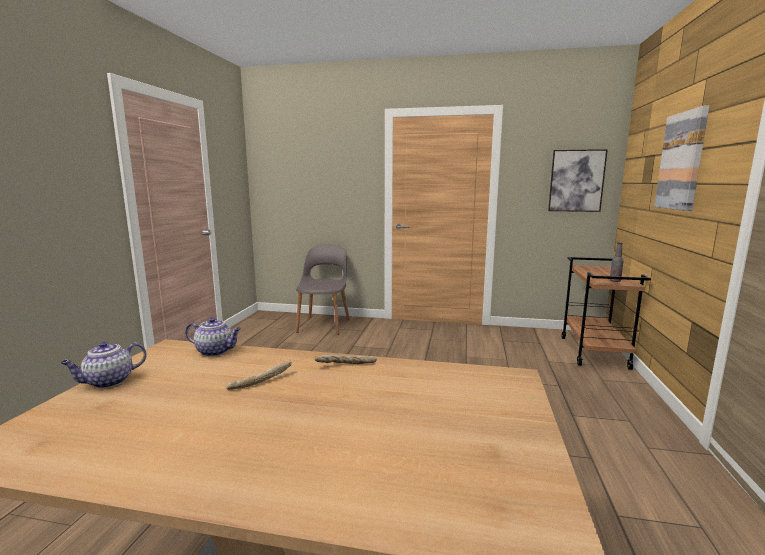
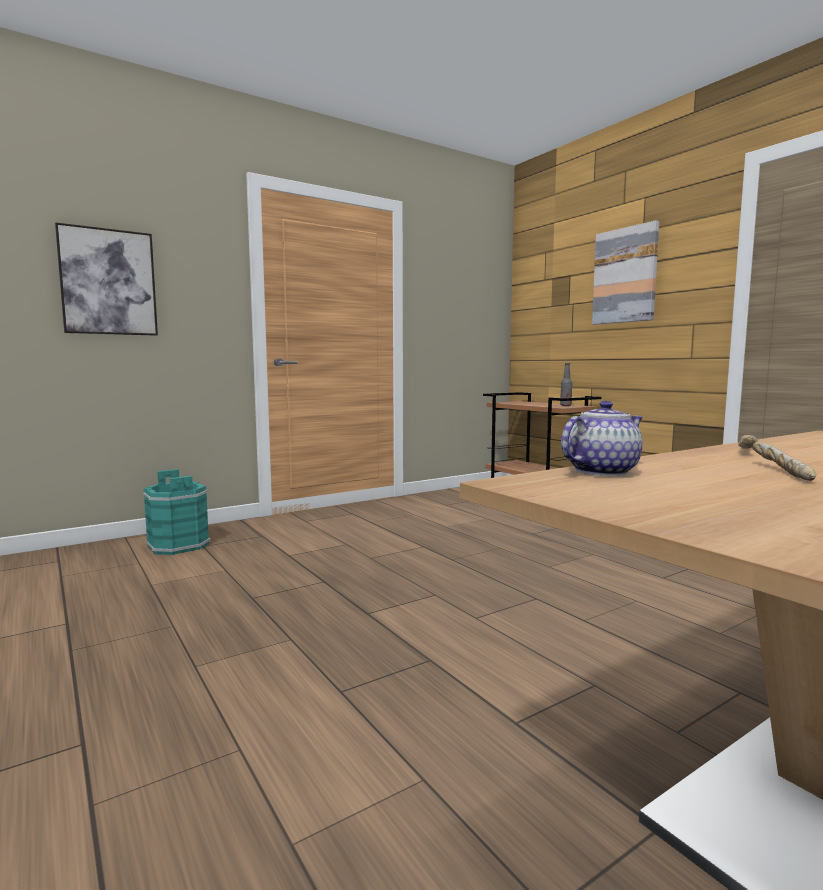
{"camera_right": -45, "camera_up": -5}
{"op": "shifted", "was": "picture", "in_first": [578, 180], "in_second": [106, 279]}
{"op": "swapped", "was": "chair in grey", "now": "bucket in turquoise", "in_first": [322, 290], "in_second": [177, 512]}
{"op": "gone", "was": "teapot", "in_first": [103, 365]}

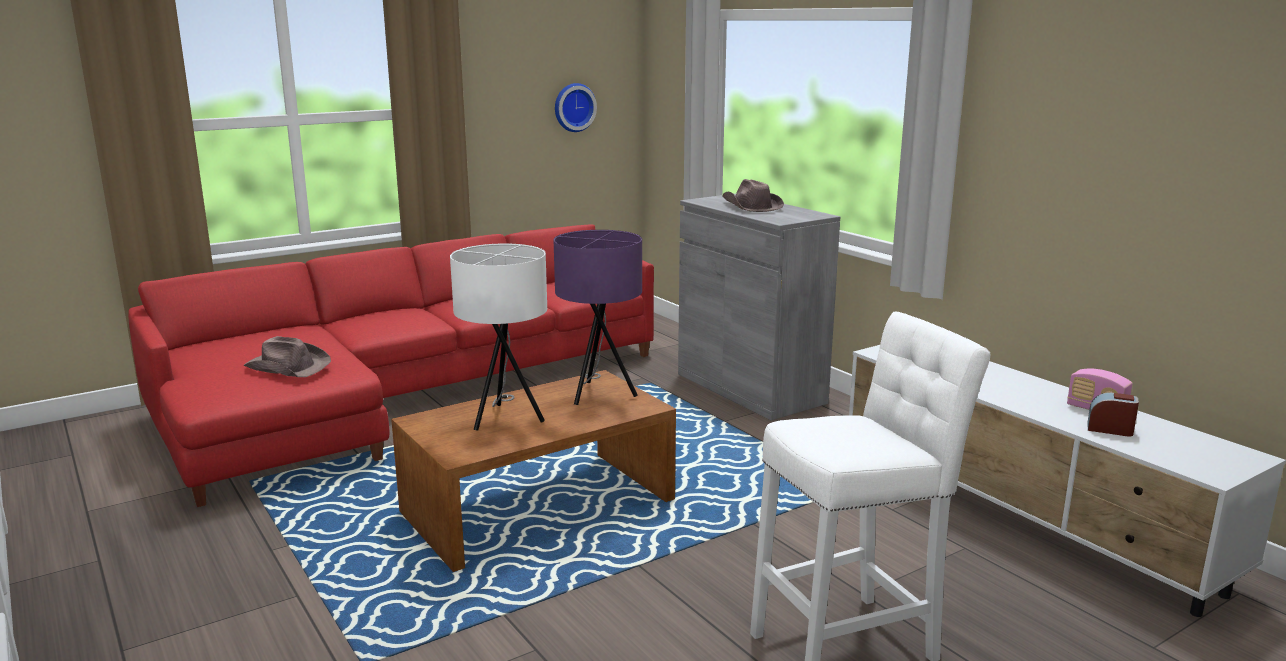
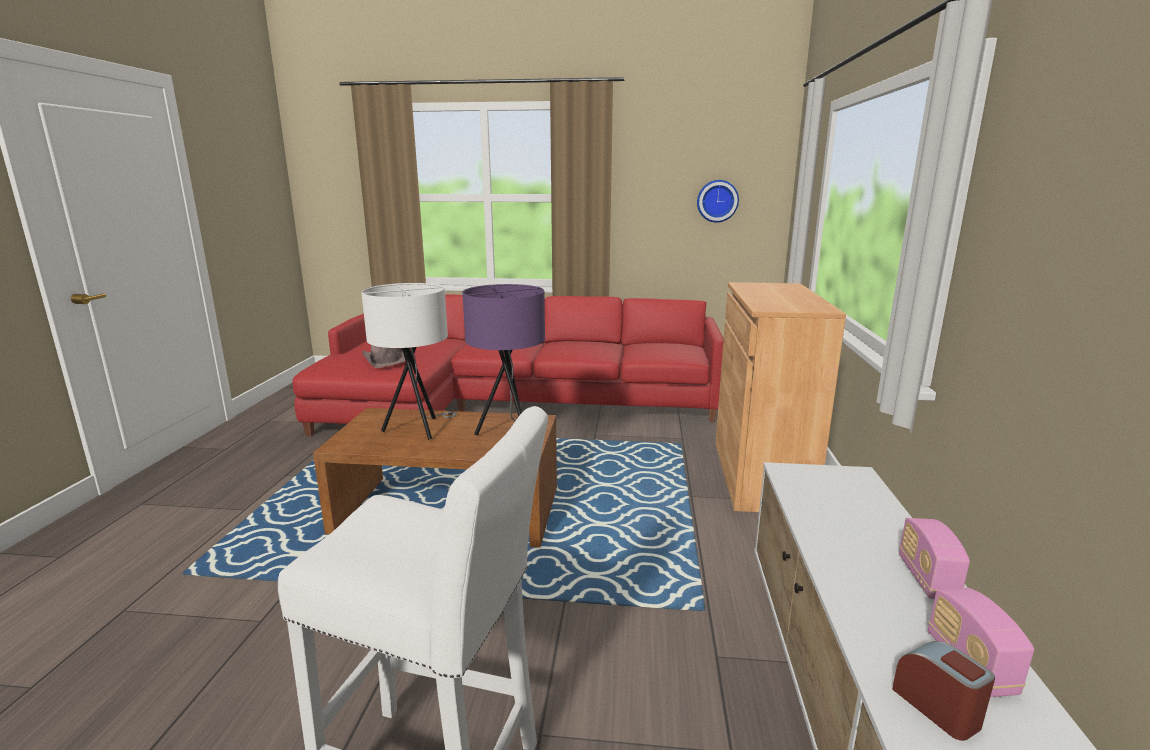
{"camera_right": 40, "camera_up": 0}
{"op": "gone", "was": "hat in brown", "in_first": [753, 195]}
{"op": "repainted", "was": "cabinet in grey", "now": "cabinet in brown", "in_first": [759, 307], "in_second": [780, 397]}
{"op": "new", "now": "radio", "in_second": [934, 558]}

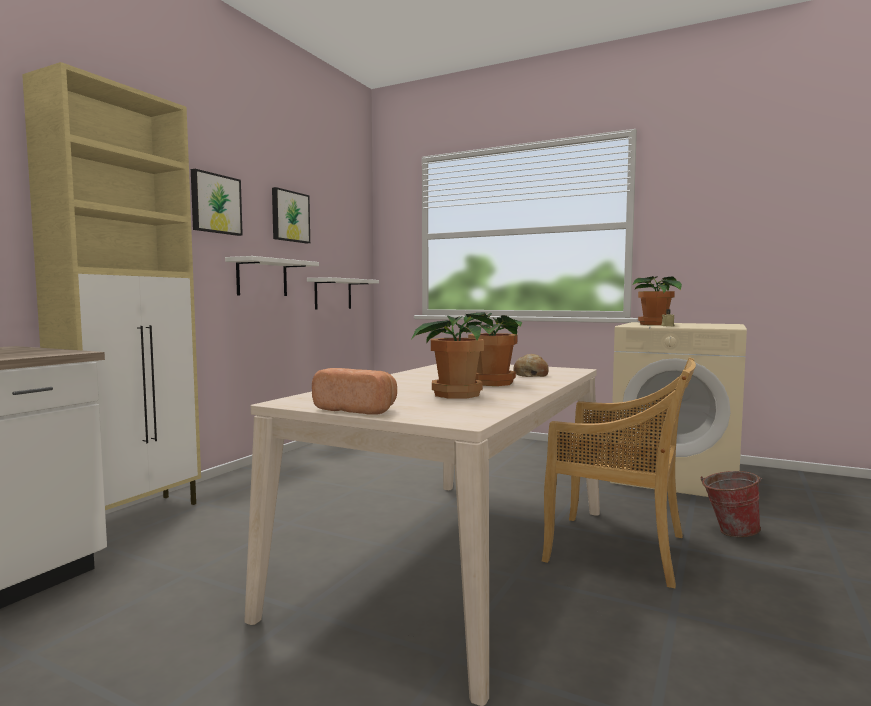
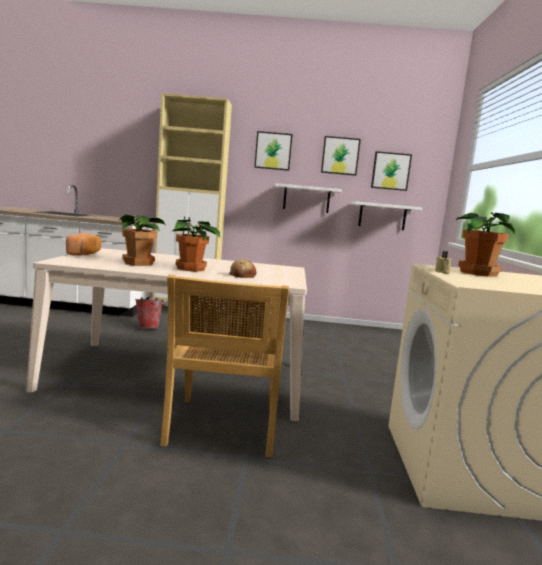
{"camera_right": 65, "camera_up": 5}
{"op": "shifted", "was": "bucket", "in_first": [731, 504], "in_second": [150, 313]}
{"op": "new", "now": "picture", "in_second": [391, 171]}

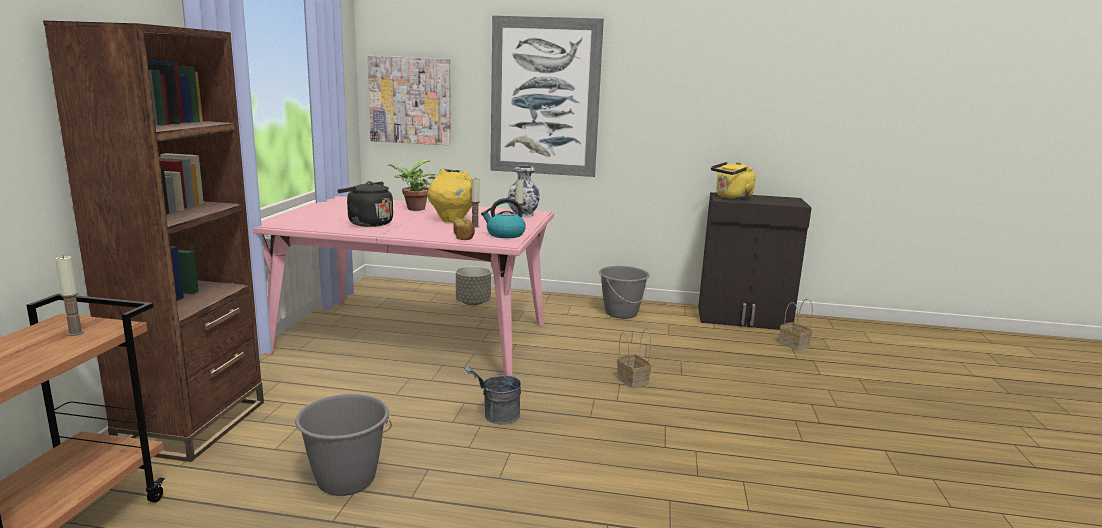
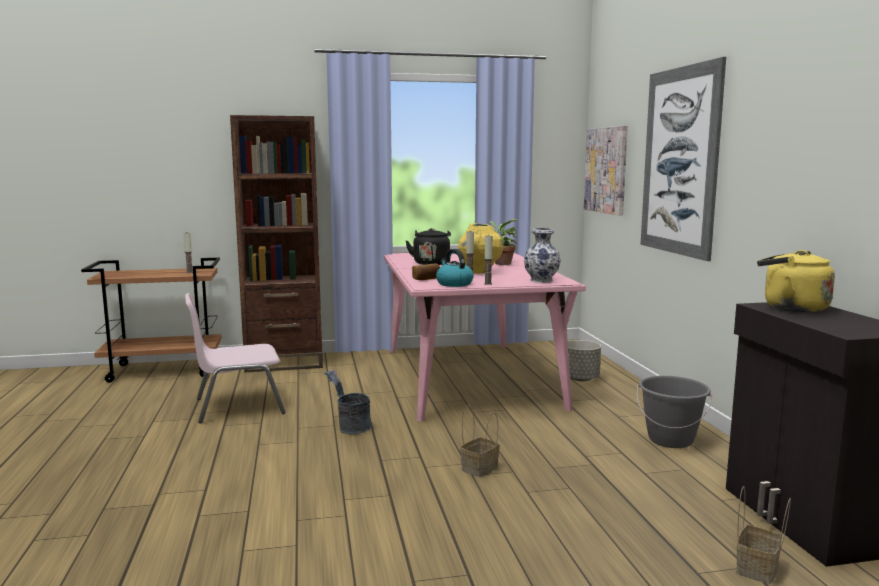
{"camera_right": 70, "camera_up": -5}
{"op": "swapped", "was": "bucket in grey", "now": "chair in pink", "in_first": [343, 445], "in_second": [235, 358]}

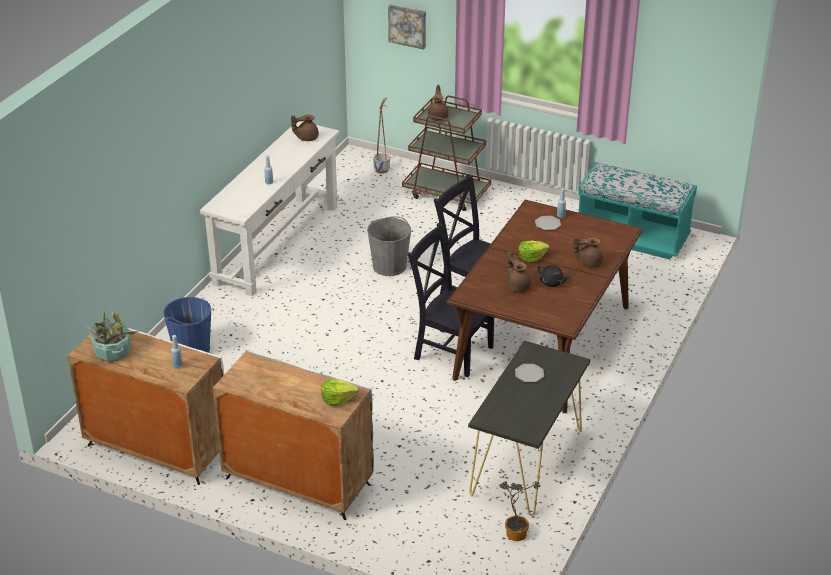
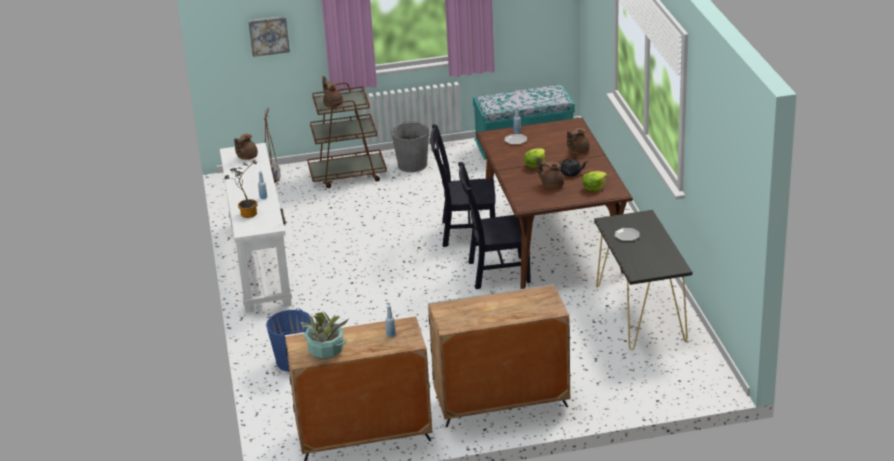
{"camera_right": -35, "camera_up": -5}
{"op": "shifted", "was": "bucket in grey", "in_first": [389, 246], "in_second": [410, 146]}
{"op": "shifted", "was": "lettuce", "in_first": [340, 392], "in_second": [594, 181]}
{"op": "shifted", "was": "potted plant", "in_first": [519, 511], "in_second": [241, 189]}

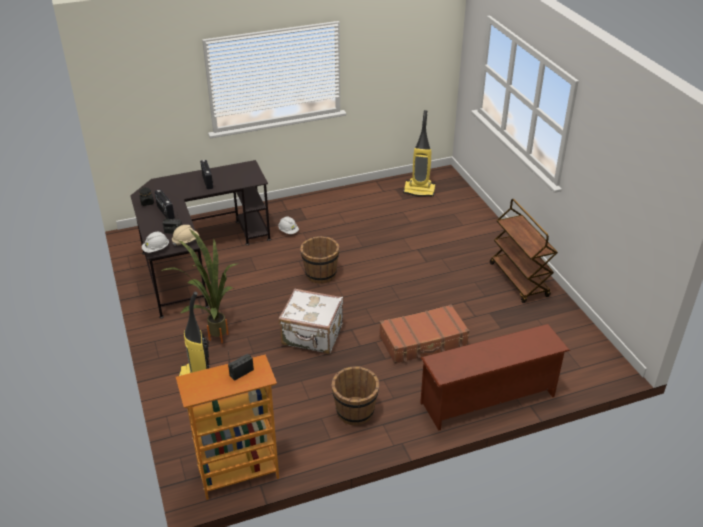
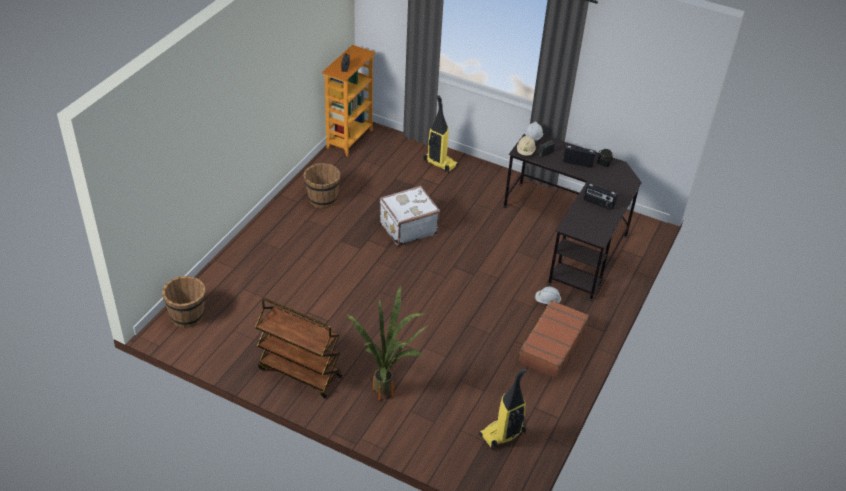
{"camera_right": 135, "camera_up": 5}
{"op": "shifted", "was": "potted plant", "in_first": [200, 285], "in_second": [388, 343]}
{"op": "shifted", "was": "bucket in brown", "in_first": [320, 260], "in_second": [184, 302]}
{"op": "shifted", "was": "suitcase in brown", "in_first": [424, 334], "in_second": [553, 339]}
{"op": "gone", "was": "shoe rack in brown", "in_first": [495, 377]}

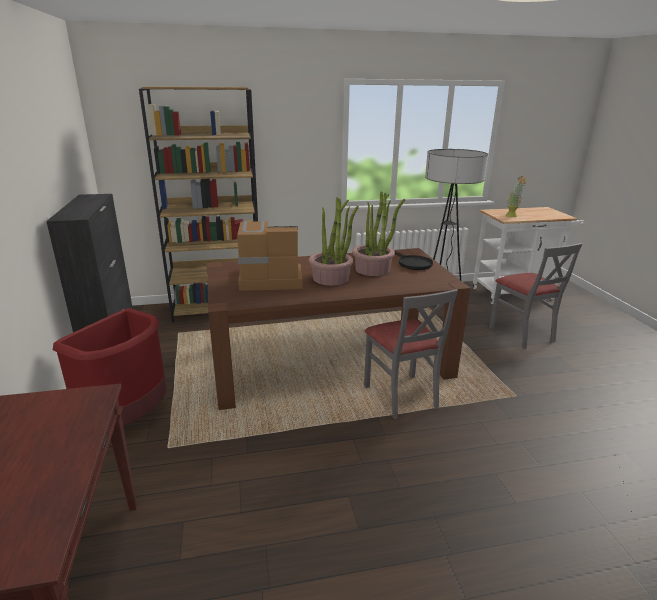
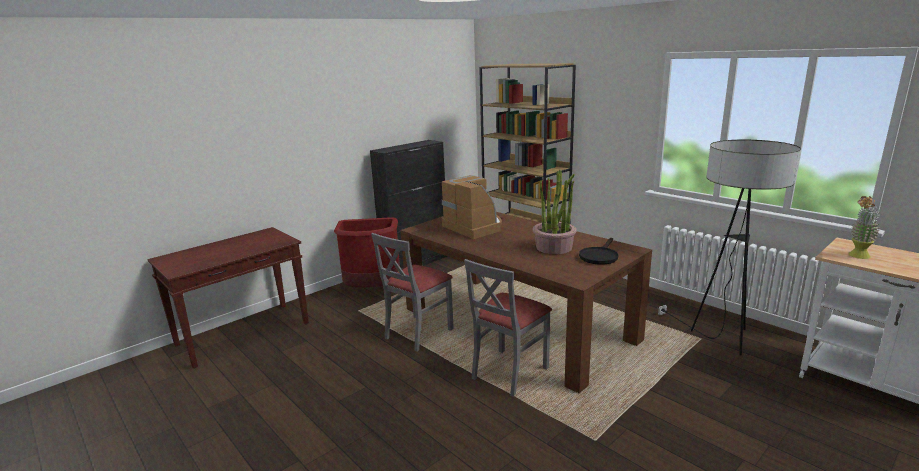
{"camera_right": 60, "camera_up": -5}
{"op": "gone", "was": "potted plant", "in_first": [334, 241]}
{"op": "shifted", "was": "chair in grey", "in_first": [535, 296], "in_second": [412, 292]}

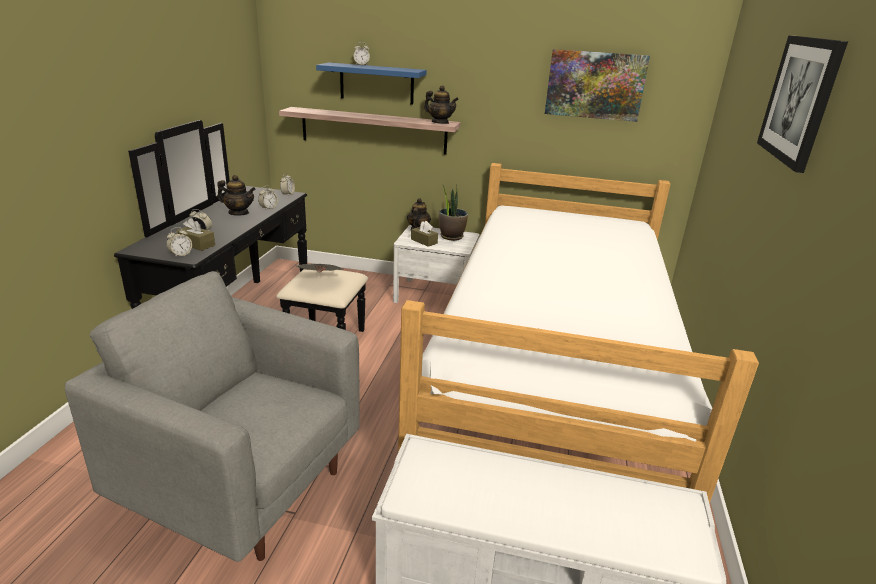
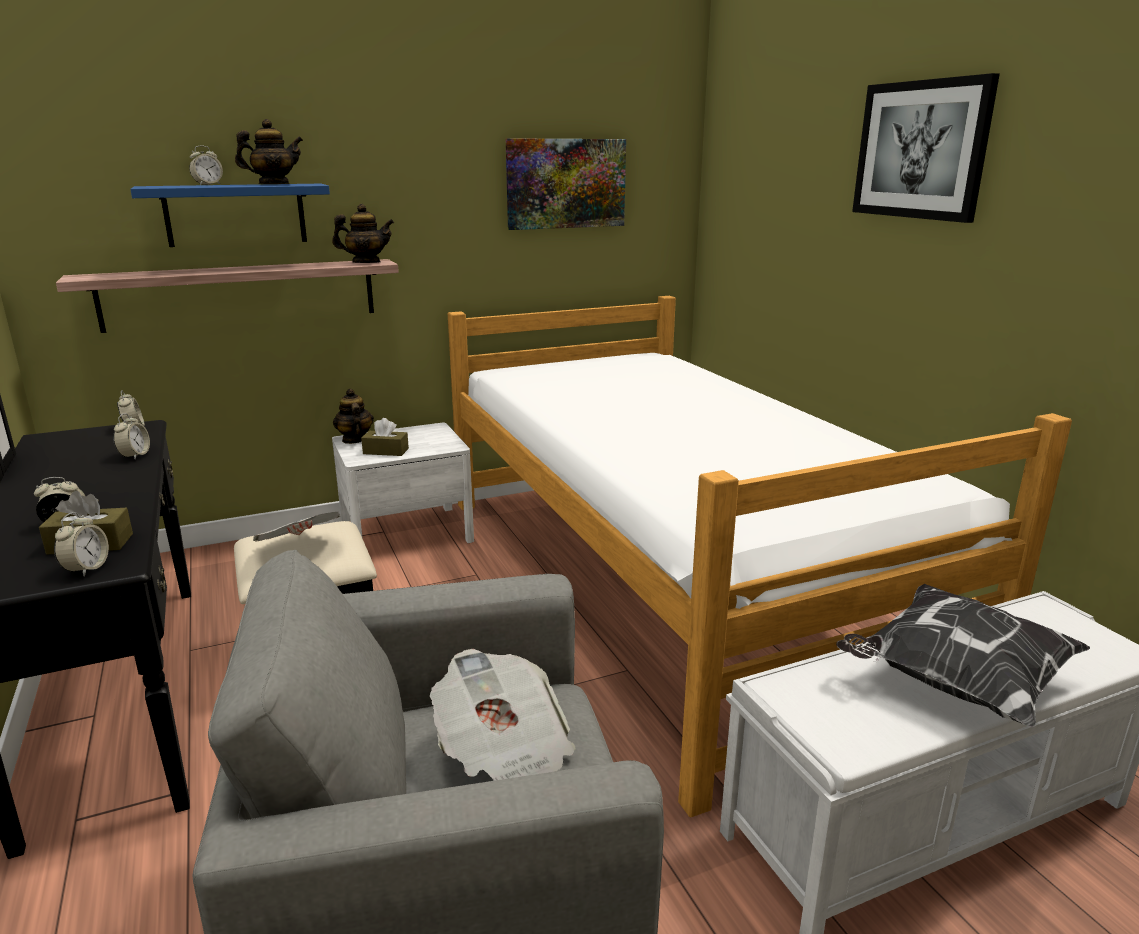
{"camera_right": -35, "camera_up": -5}
{"op": "shifted", "was": "teapot", "in_first": [236, 195], "in_second": [269, 151]}
{"op": "gone", "was": "potted plant", "in_first": [453, 212]}
{"op": "new", "now": "pillow", "in_second": [963, 655]}
{"op": "new", "now": "newspaper", "in_second": [503, 715]}

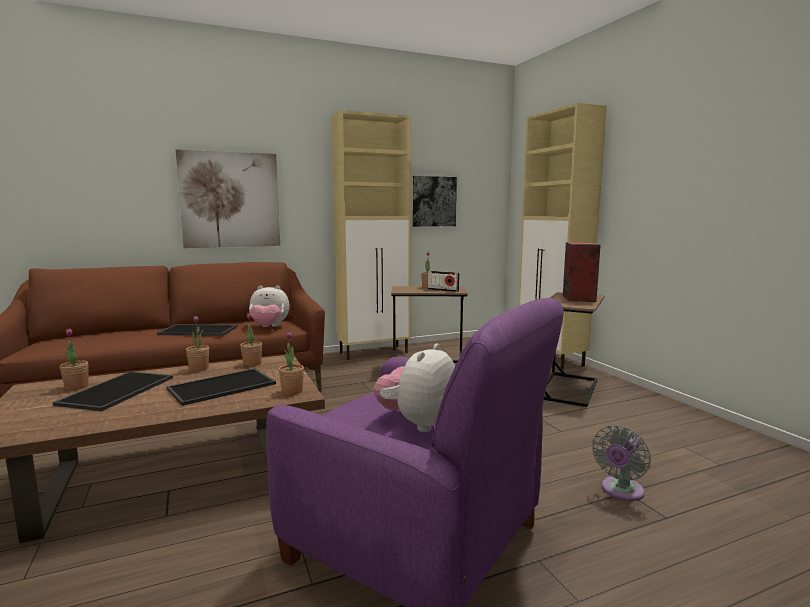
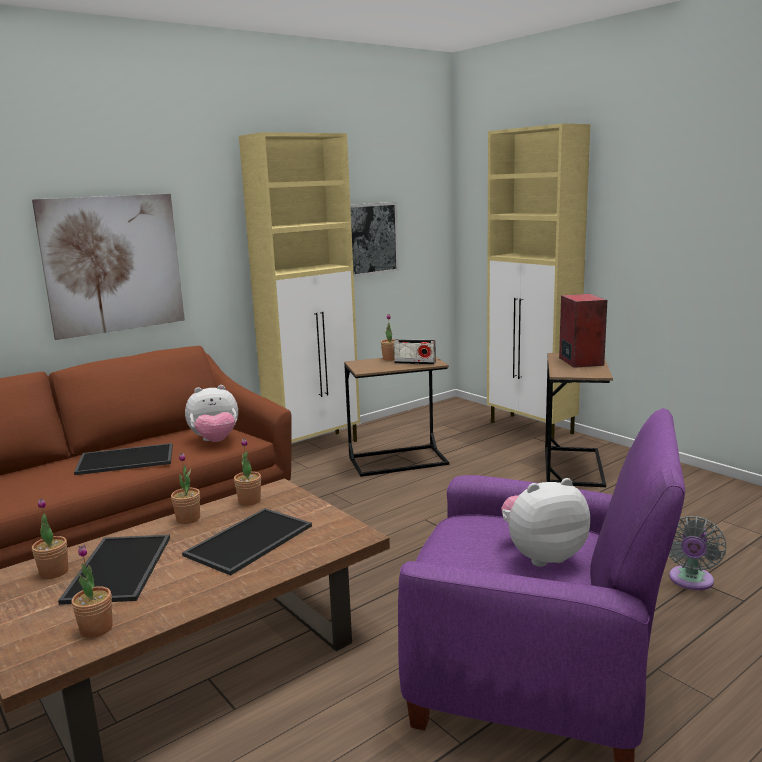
{"camera_right": -15, "camera_up": 5}
{"op": "shifted", "was": "potted plant", "in_first": [291, 363], "in_second": [92, 591]}
{"op": "rotated", "was": "plush toy", "in_first": [414, 387], "in_second": [545, 522], "clockwise": 60}

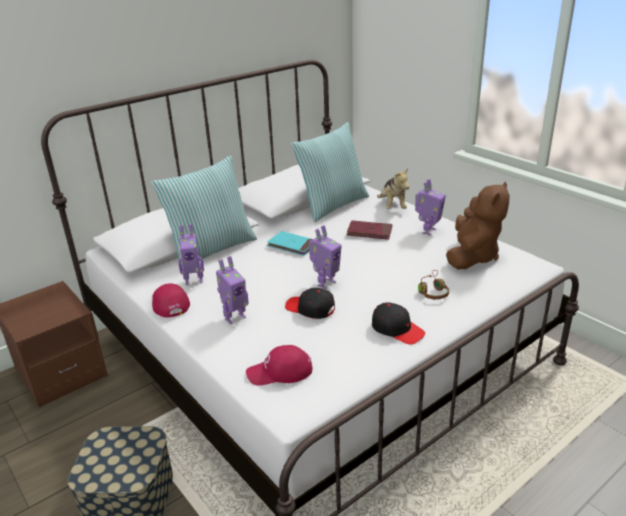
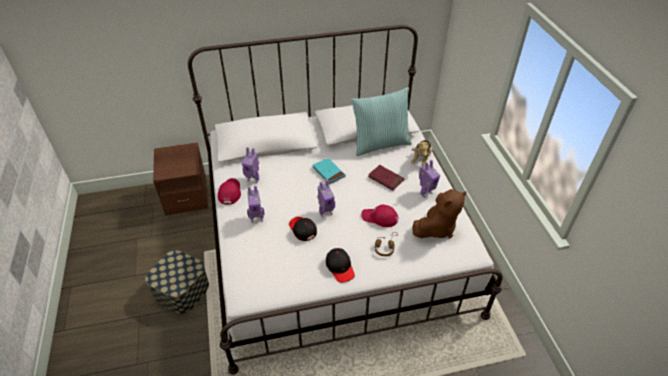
{"camera_right": 25, "camera_up": 15}
{"op": "gone", "was": "pillow", "in_first": [204, 211]}
{"op": "shifted", "was": "cap in red", "in_first": [279, 365], "in_second": [379, 216]}

